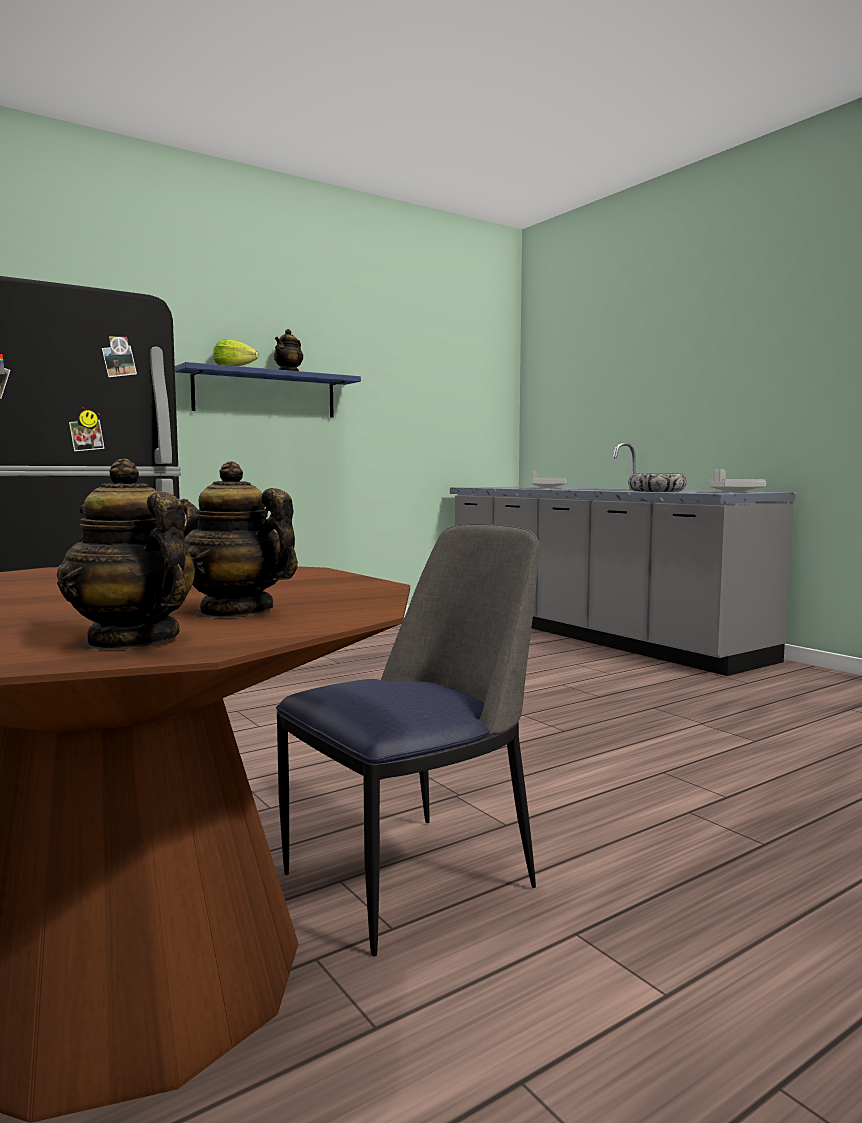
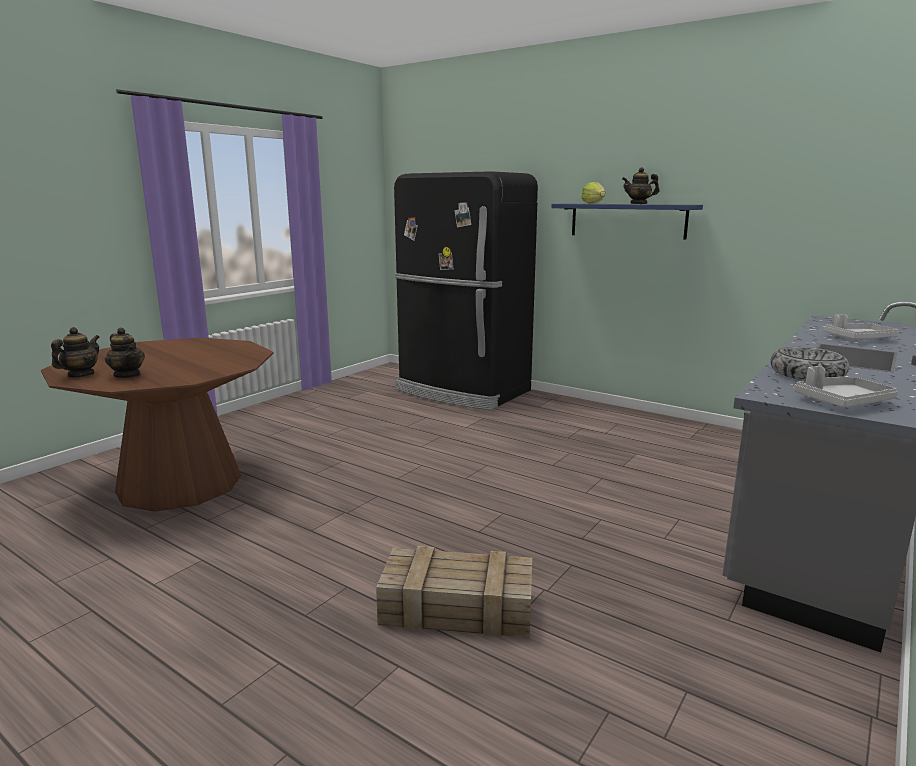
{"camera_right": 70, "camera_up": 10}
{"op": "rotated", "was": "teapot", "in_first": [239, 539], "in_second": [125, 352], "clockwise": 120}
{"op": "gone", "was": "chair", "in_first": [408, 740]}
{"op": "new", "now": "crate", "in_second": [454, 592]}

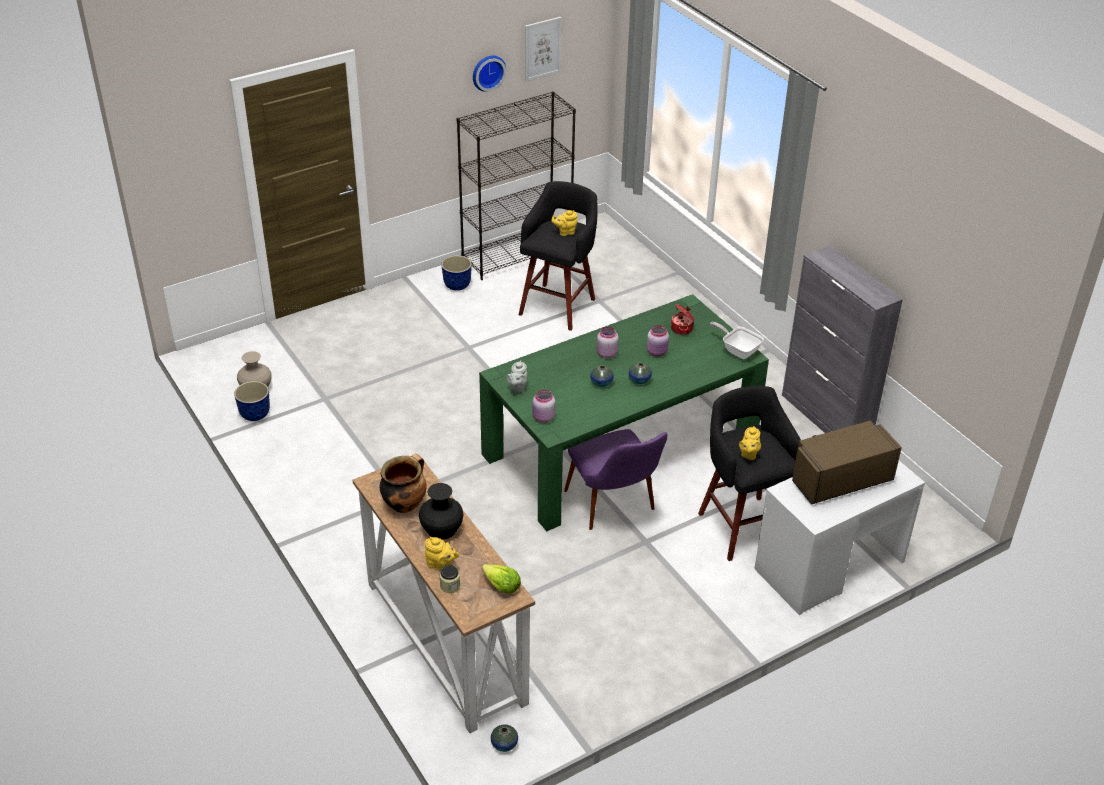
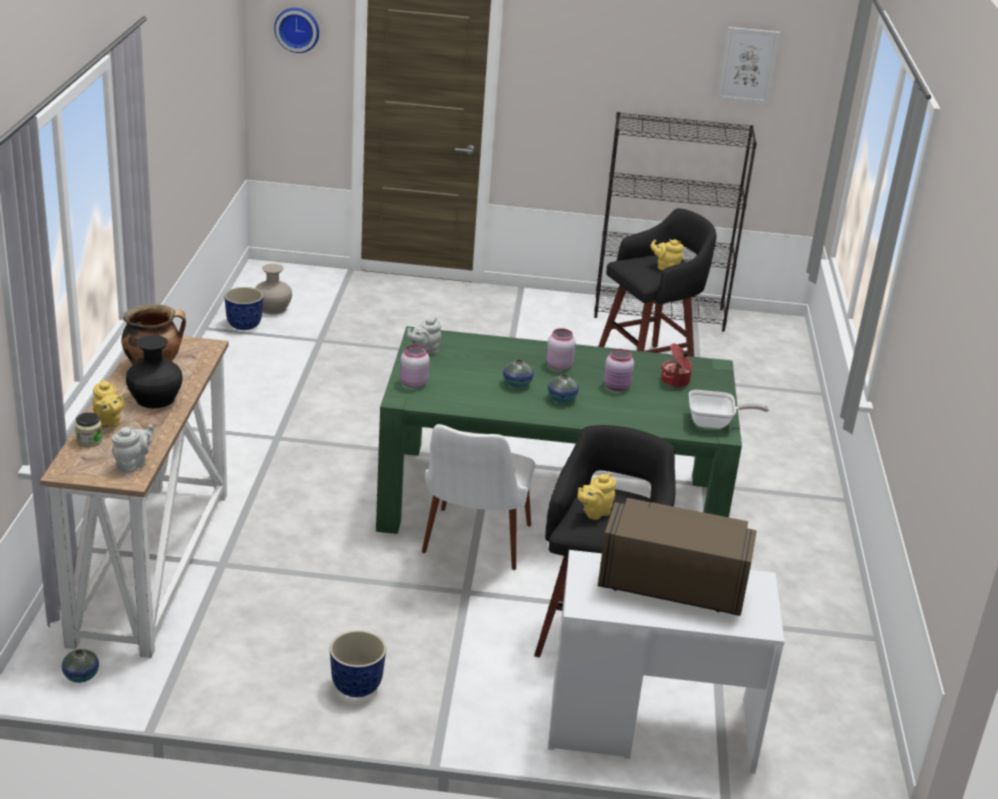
{"camera_right": 35, "camera_up": -10}
{"op": "shifted", "was": "wall clock", "in_first": [489, 74], "in_second": [296, 30]}
{"op": "gone", "was": "cabinet in grey", "in_first": [842, 339]}
{"op": "shifted", "was": "planter", "in_first": [456, 273], "in_second": [358, 663]}
{"op": "rotated", "was": "frying pan", "in_first": [737, 340], "in_second": [729, 409], "clockwise": 105}
{"op": "repainted", "was": "chair in purple", "now": "chair in white", "in_first": [616, 479], "in_second": [478, 497]}
{"op": "swapped", "was": "lettuce", "now": "teapot in grey", "in_first": [501, 578], "in_second": [132, 448]}

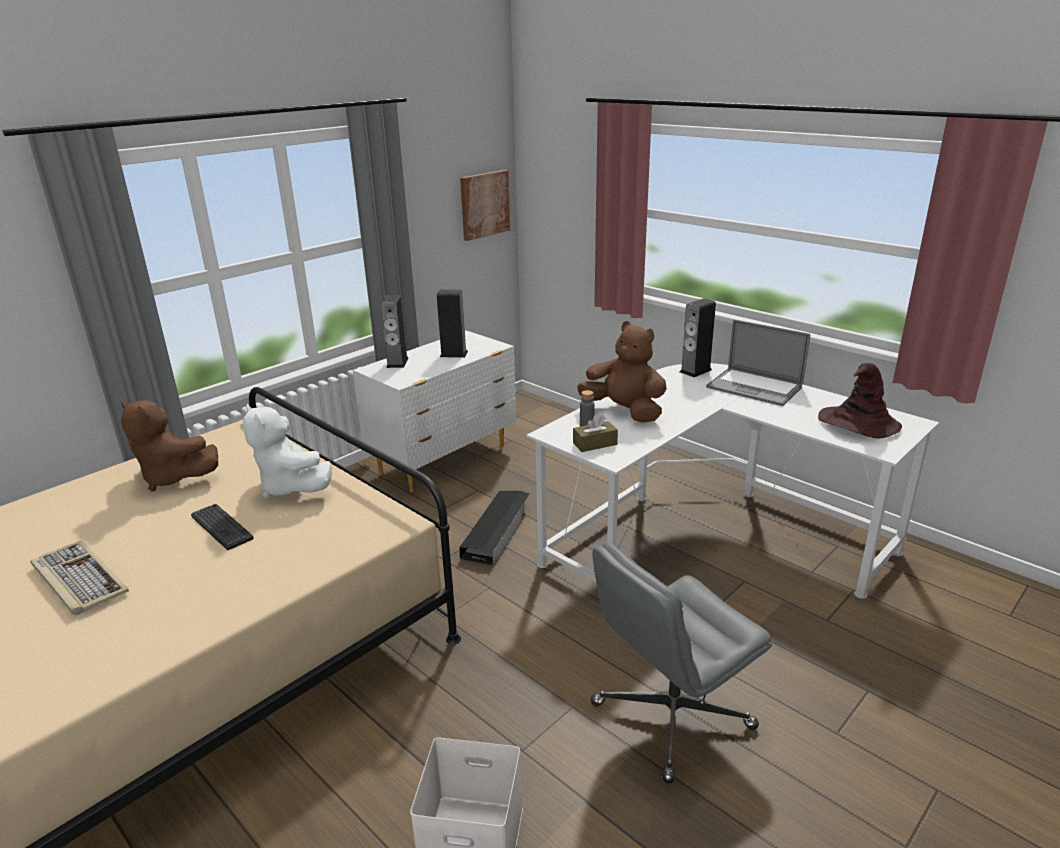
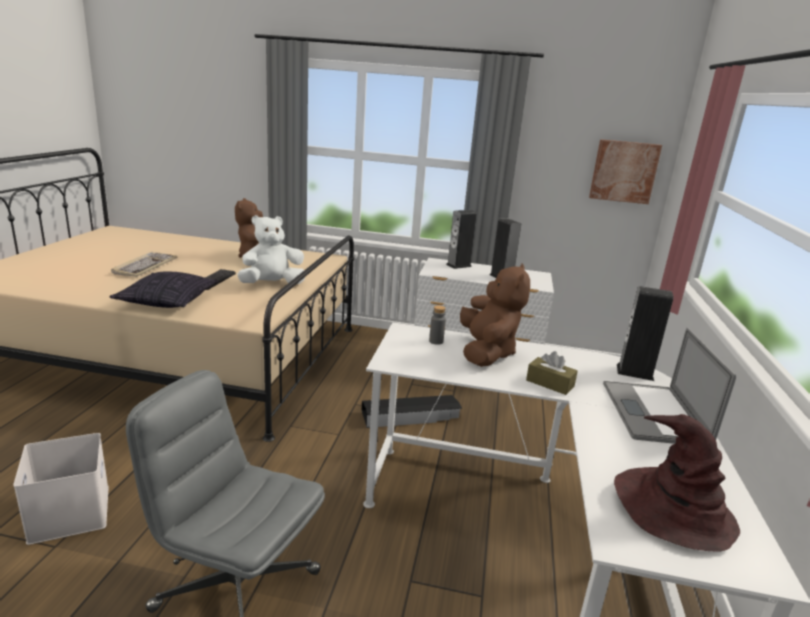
{"camera_right": 55, "camera_up": -5}
{"op": "rotated", "was": "plush toy in white", "in_first": [287, 451], "in_second": [271, 249], "clockwise": 45}
{"op": "shifted", "was": "tissue box in brown", "in_first": [595, 433], "in_second": [552, 373]}
{"op": "new", "now": "pillow", "in_second": [163, 290]}

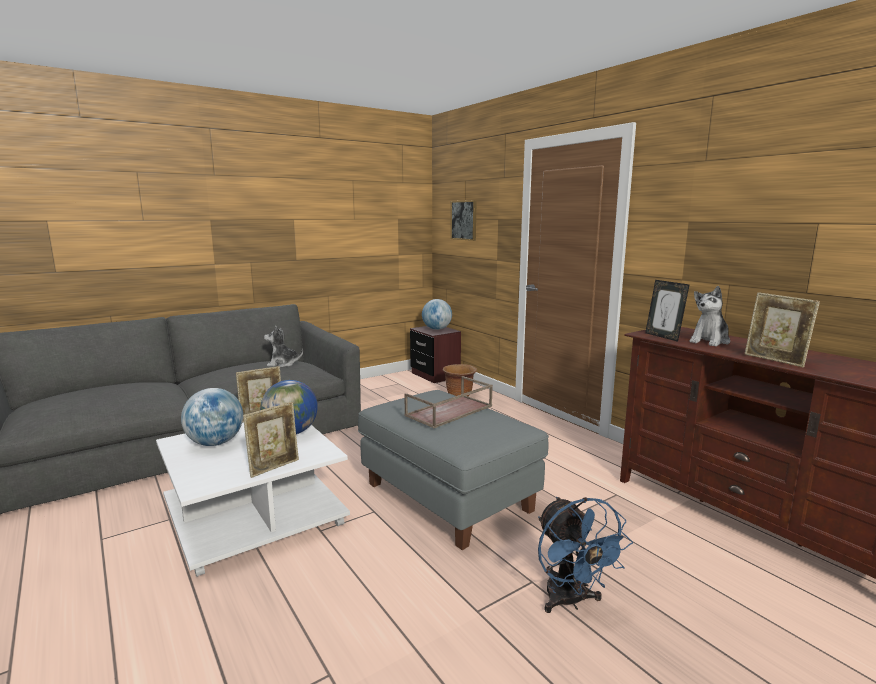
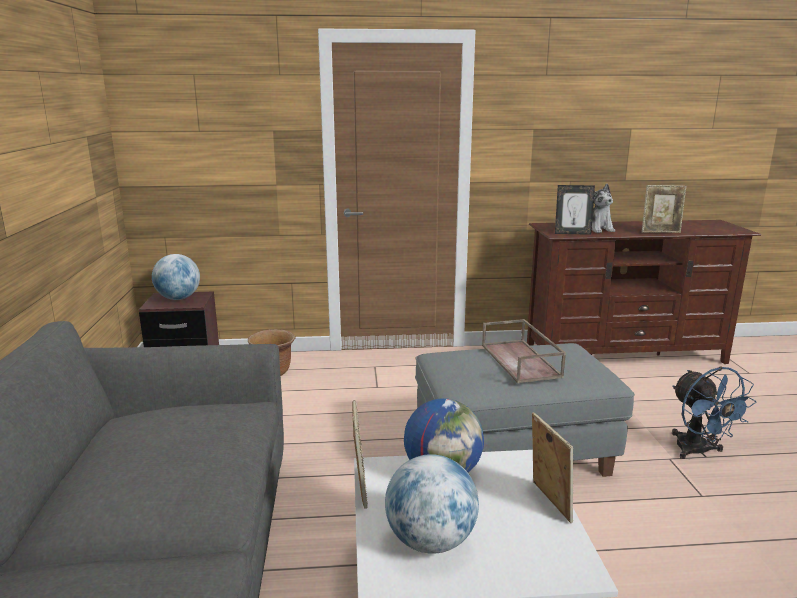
{"camera_right": -60, "camera_up": 5}
{"op": "gone", "was": "picture", "in_first": [464, 220]}
{"op": "gone", "was": "plush toy", "in_first": [283, 347]}
{"op": "rotated", "was": "fan in blue", "in_first": [585, 555], "in_second": [714, 413], "clockwise": 60}

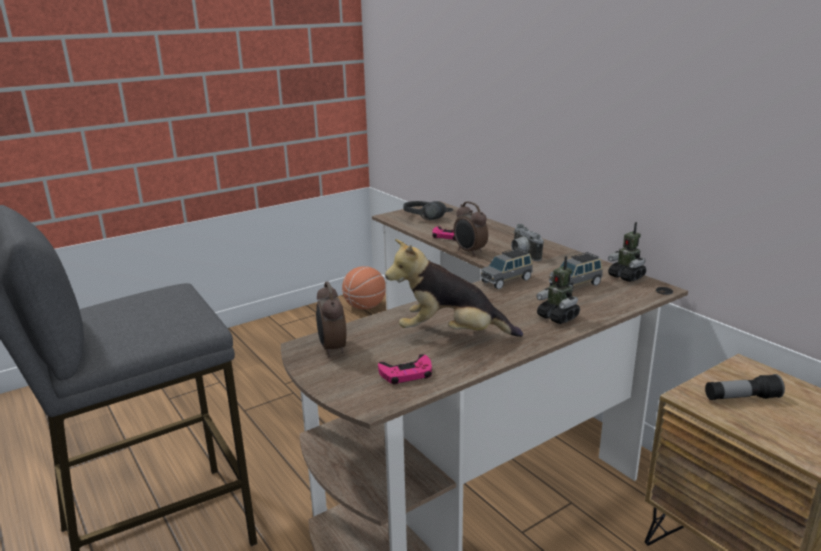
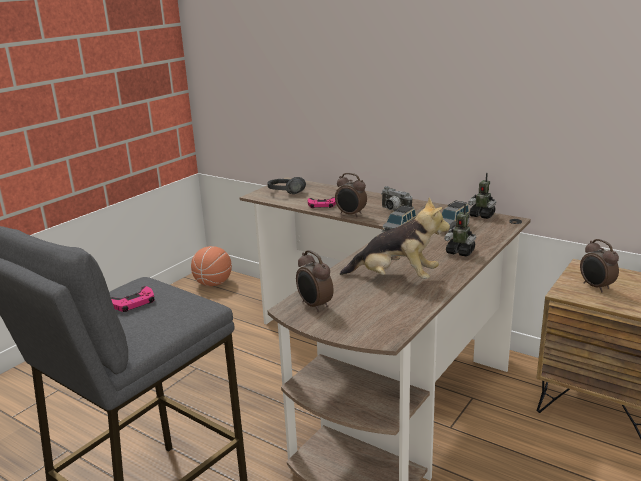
{"camera_right": -20, "camera_up": 0}
{"op": "rotated", "was": "plush toy", "in_first": [454, 288], "in_second": [395, 238], "clockwise": -150}
{"op": "shifted", "was": "game controller in pink", "in_first": [405, 369], "in_second": [132, 299]}
{"op": "swapped", "was": "flashlight", "now": "alarm clock", "in_first": [745, 387], "in_second": [599, 265]}

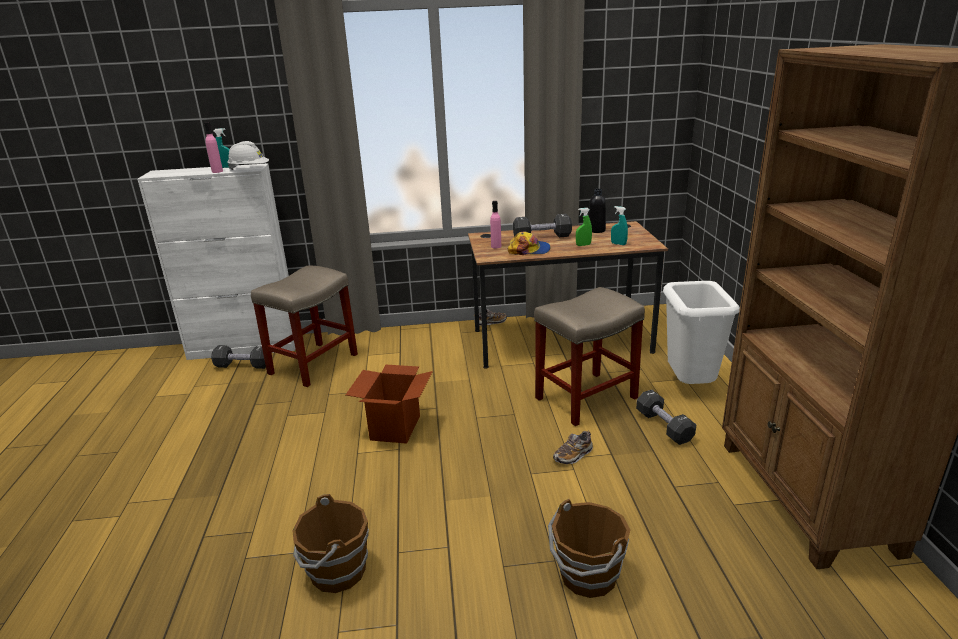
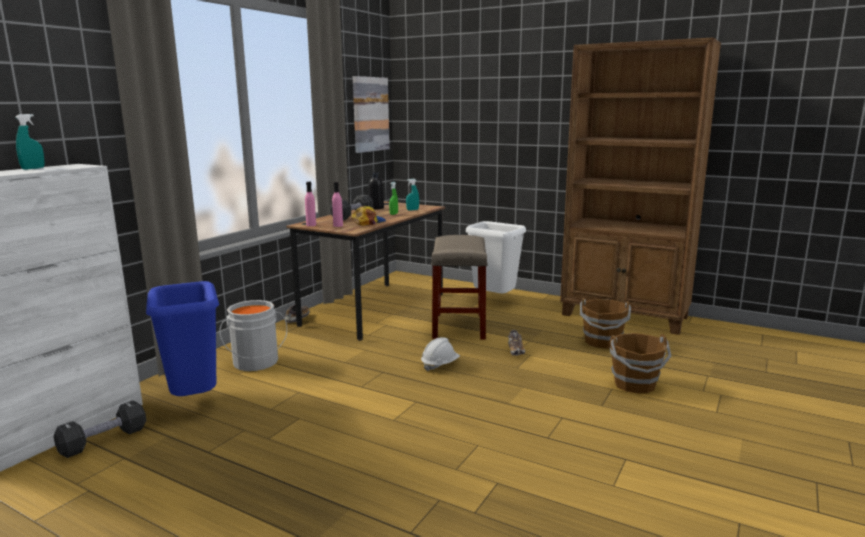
{"camera_right": -55, "camera_up": -10}
{"op": "shifted", "was": "bottle in pink", "in_first": [213, 147], "in_second": [310, 204]}
{"op": "shifted", "was": "hard hat in white", "in_first": [248, 155], "in_second": [440, 354]}
{"op": "swapped", "was": "stool in beige", "now": "trash can in blue", "in_first": [304, 326], "in_second": [182, 338]}
{"op": "gone", "was": "cardboard box", "in_first": [389, 404]}
{"op": "gone", "was": "dumbbell in black", "in_first": [666, 417]}
{"op": "shifted", "was": "bucket in brown", "in_first": [331, 543], "in_second": [605, 323]}
{"op": "new", "now": "picture", "in_second": [371, 114]}
{"op": "new", "now": "bucket in grey", "in_second": [253, 335]}

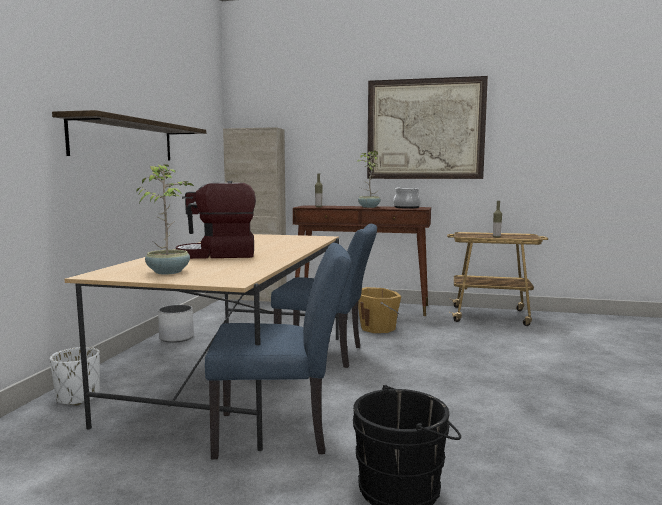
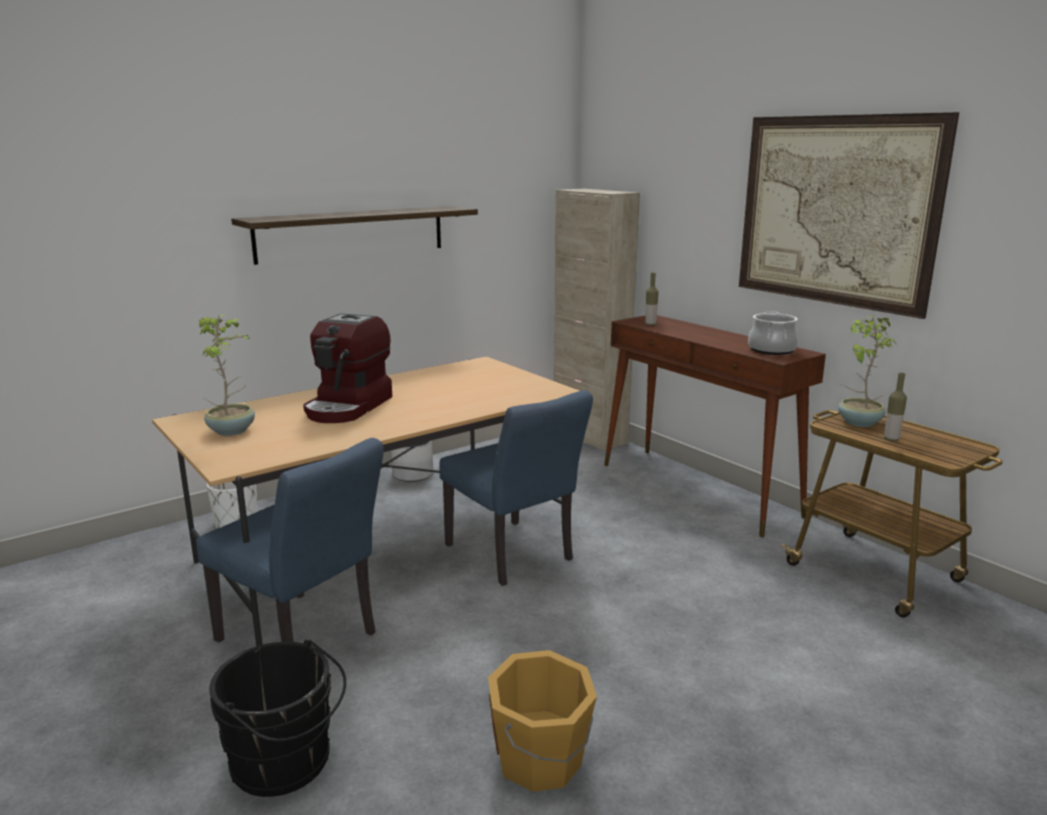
{"camera_right": 40, "camera_up": 10}
{"op": "shifted", "was": "potted plant", "in_first": [369, 179], "in_second": [867, 371]}
{"op": "rotated", "was": "coffee machine", "in_first": [216, 220], "in_second": [347, 368], "clockwise": -105}
{"op": "shifted", "was": "bucket in orange", "in_first": [379, 310], "in_second": [542, 721]}

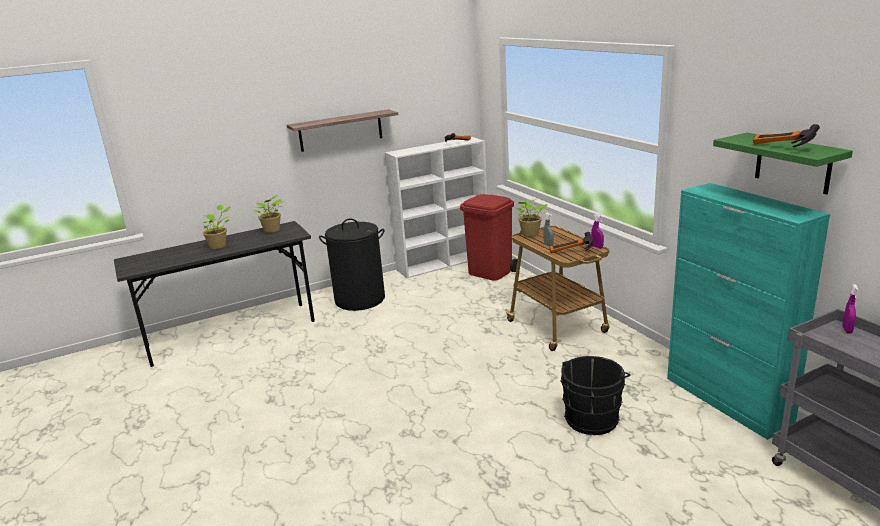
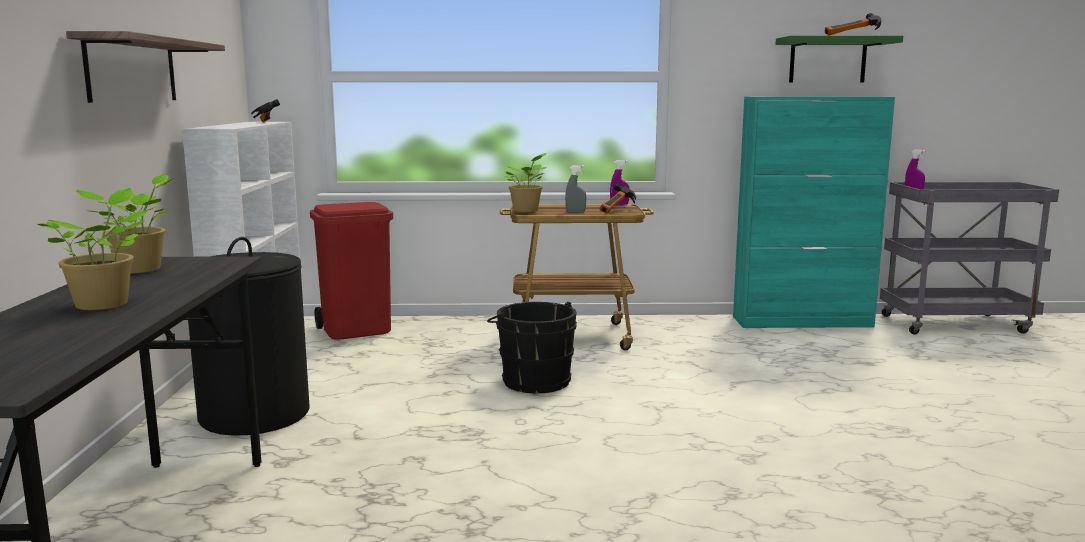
{"camera_right": -65, "camera_up": -10}
{"op": "shifted", "was": "bucket in black", "in_first": [595, 395], "in_second": [532, 347]}

